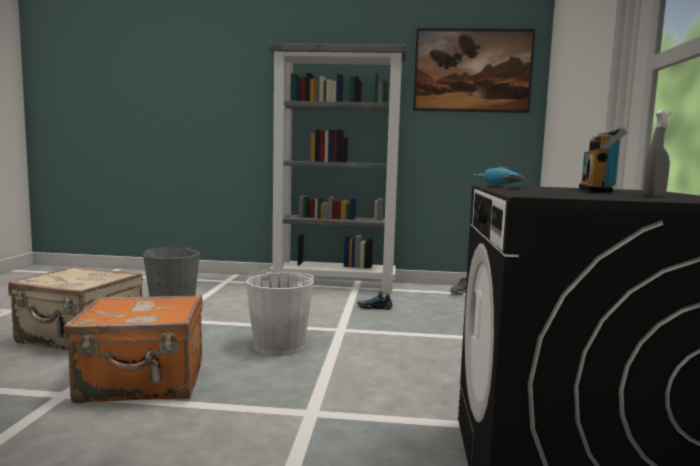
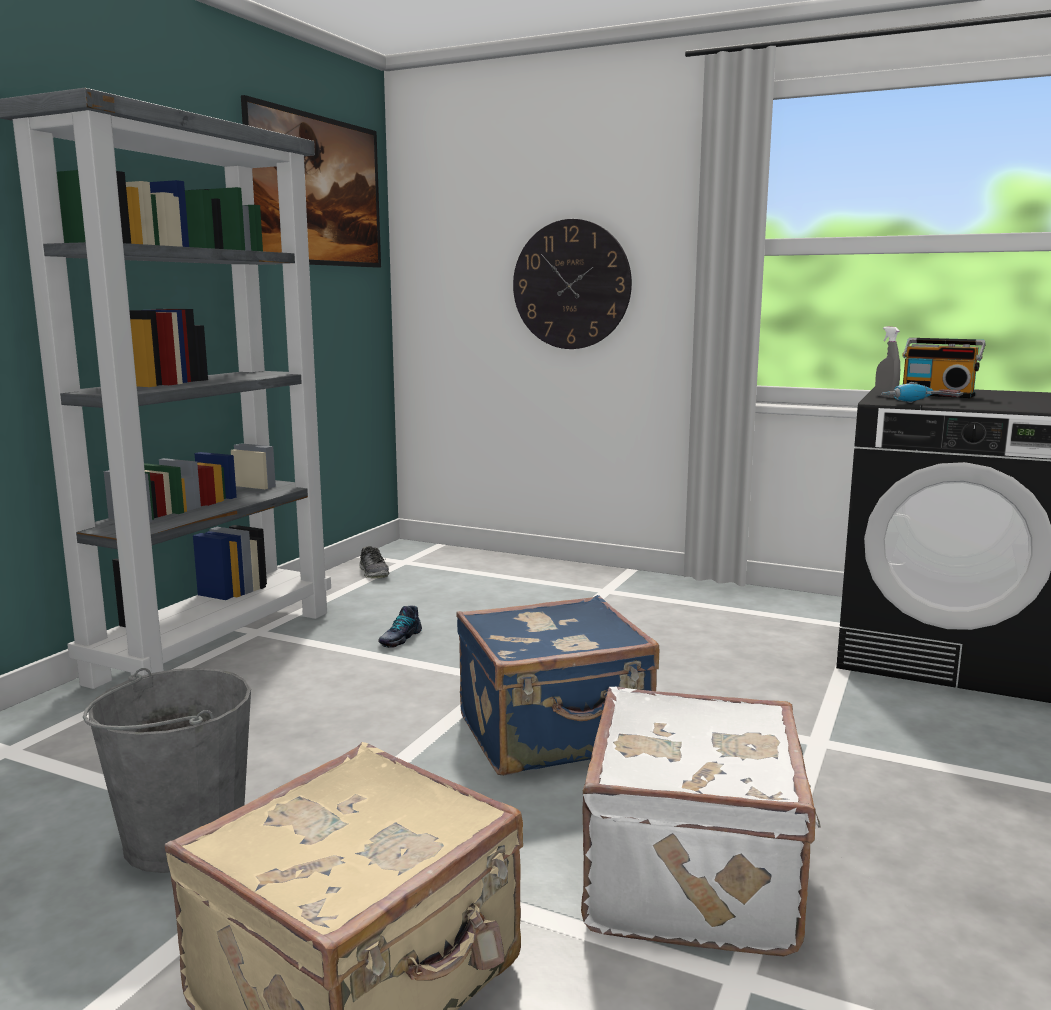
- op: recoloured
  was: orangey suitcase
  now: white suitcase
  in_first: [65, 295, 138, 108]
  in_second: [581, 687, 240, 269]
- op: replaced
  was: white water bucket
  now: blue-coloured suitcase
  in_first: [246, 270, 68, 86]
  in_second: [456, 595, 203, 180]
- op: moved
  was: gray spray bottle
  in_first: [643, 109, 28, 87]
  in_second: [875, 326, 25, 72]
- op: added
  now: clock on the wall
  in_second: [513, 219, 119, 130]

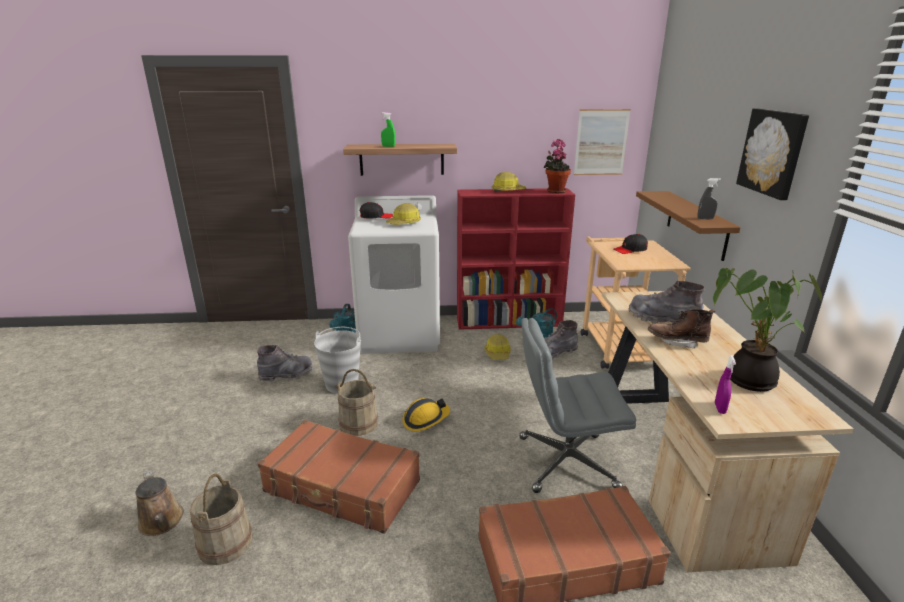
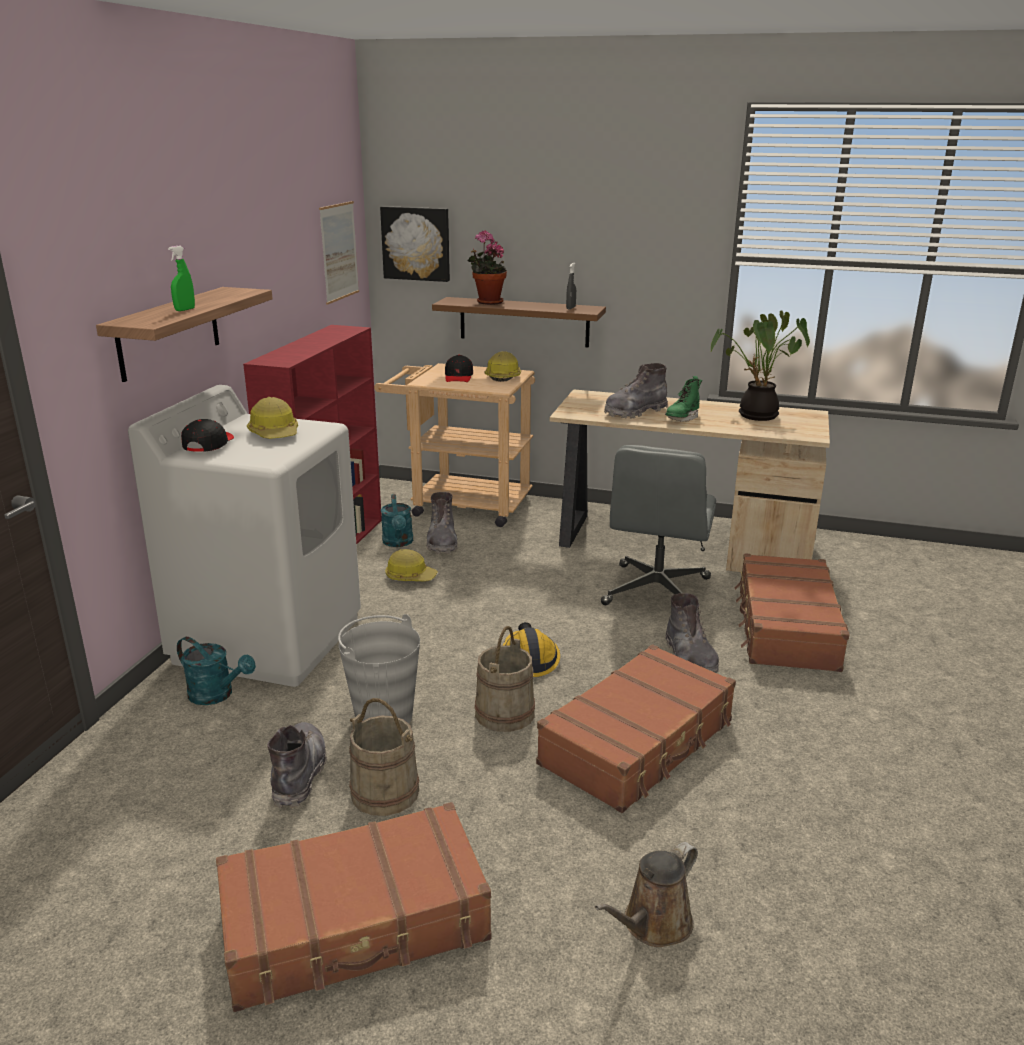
- op: turned
  was: brown-coloured watering pot
  in_first: [136, 470, 48, 66]
  in_second: [595, 842, 103, 105]
  clockwise: 150
- op: moved
  was: beige water bucket
  in_first: [190, 474, 62, 91]
  in_second: [349, 698, 70, 118]
- op: moved
  was: work helmet
  in_first: [492, 172, 34, 20]
  in_second: [485, 351, 36, 31]
- op: moved
  was: plant in a pot
  in_first: [544, 139, 27, 54]
  in_second: [467, 230, 40, 75]
- op: recoloured
  was: brown-coloured boot
  now: green-coloured boot
  in_first: [648, 309, 67, 40]
  in_second: [665, 376, 37, 46]
- op: removed
  was: purplish spray bottle
  in_first: [715, 355, 21, 59]
- op: moved
  was: picture
  in_first: [736, 109, 73, 91]
  in_second: [380, 206, 70, 76]
- op: added
  now: brown-coloured suitcase
  in_second: [216, 802, 275, 210]
- op: added
  now: gray boot
  in_second: [666, 593, 53, 80]

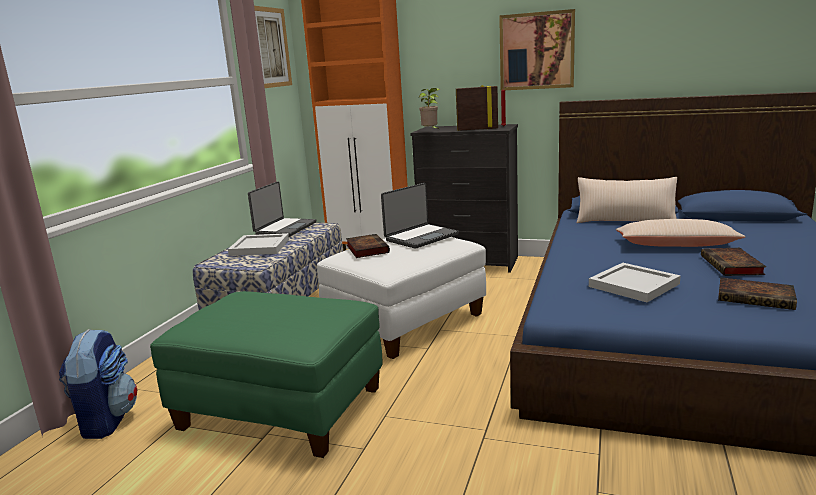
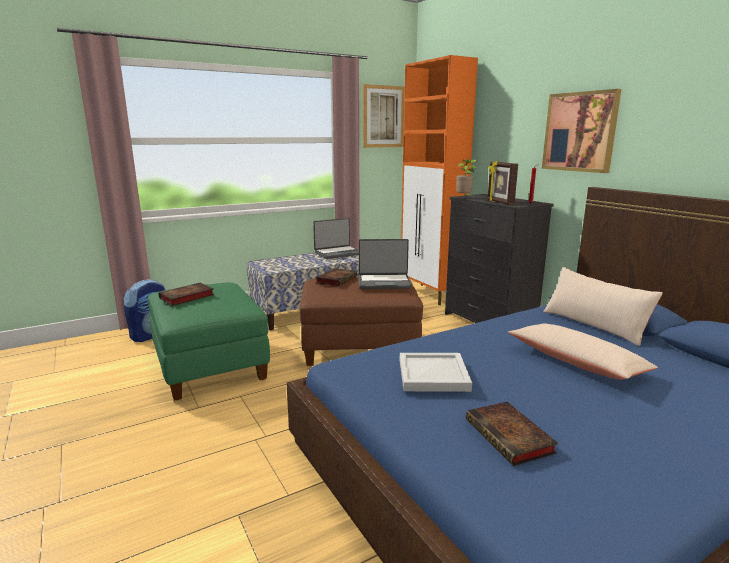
- op: removed
  was: white serving tray
  in_first: [228, 233, 61, 23]
- op: recoloured
  was: white ottoman
  now: brown-coloured ottoman
  in_first: [317, 237, 169, 122]
  in_second: [299, 277, 124, 89]
- op: turned
  was: standing frame
  in_first: [456, 85, 42, 46]
  in_second: [487, 161, 31, 44]
  clockwise: -150
- op: moved
  was: book
  in_first: [701, 248, 65, 28]
  in_second: [159, 282, 55, 24]

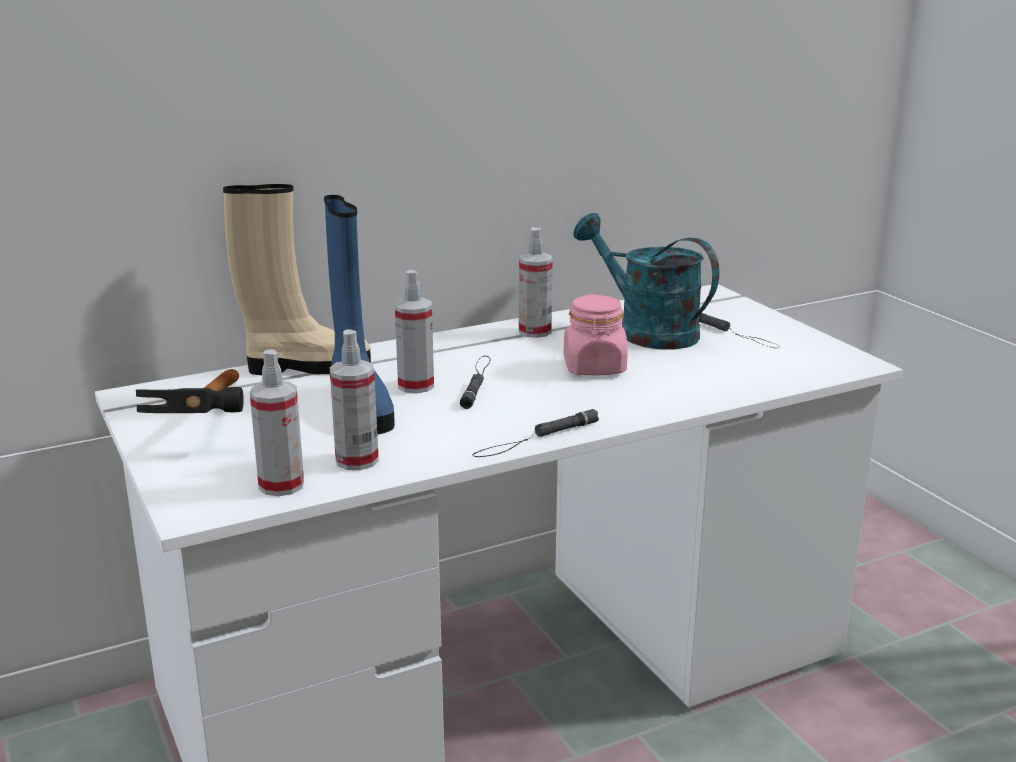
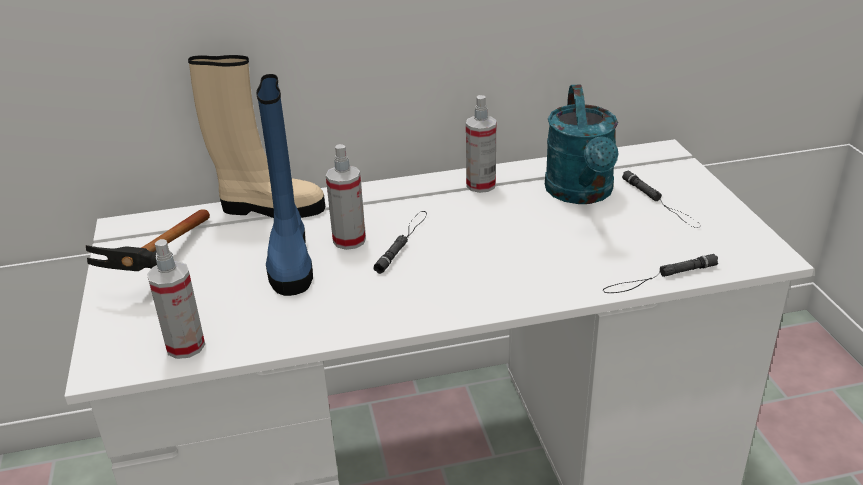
- op: removed
  was: spray bottle
  in_first: [330, 329, 49, 141]
- op: moved
  was: blackish torch
  in_first: [473, 409, 126, 48]
  in_second: [603, 254, 115, 39]
- op: removed
  was: pinkish storage jar
  in_first: [564, 294, 64, 81]
- op: turned
  was: turquoise-coloured watering pot
  in_first: [573, 213, 146, 136]
  in_second: [545, 84, 74, 120]
  clockwise: -150

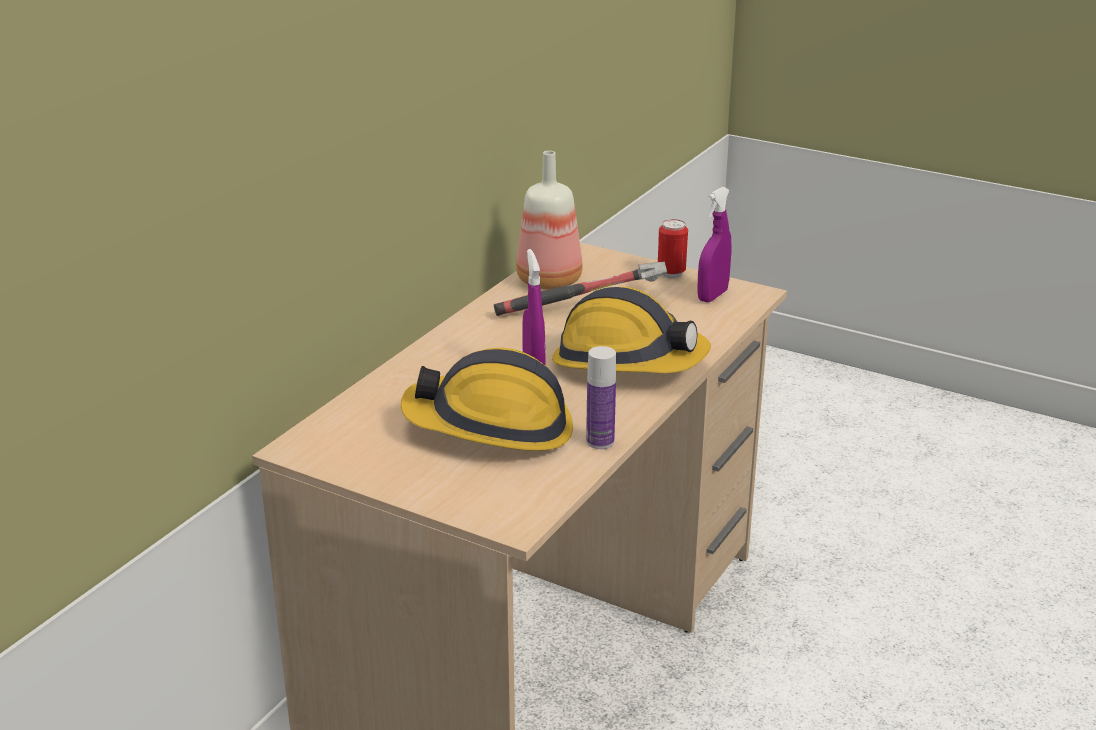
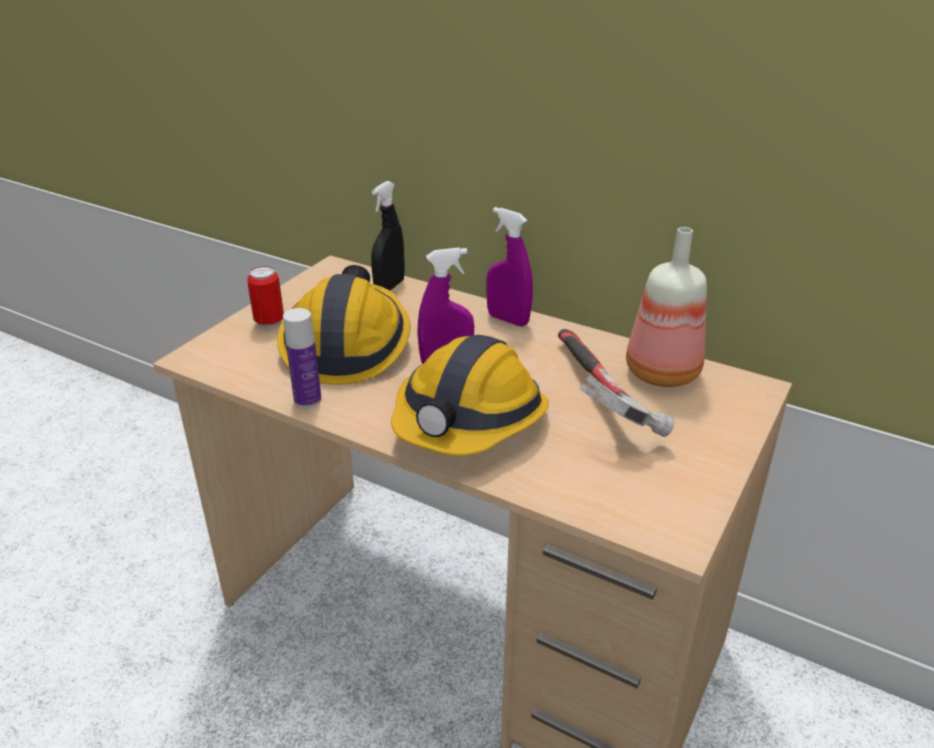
- op: moved
  was: can
  in_first: [658, 219, 30, 60]
  in_second: [247, 266, 37, 63]
- op: moved
  was: purplish spray bottle
  in_first: [697, 187, 35, 115]
  in_second: [486, 207, 47, 120]
- op: added
  now: blackish spray bottle
  in_second: [371, 181, 34, 110]

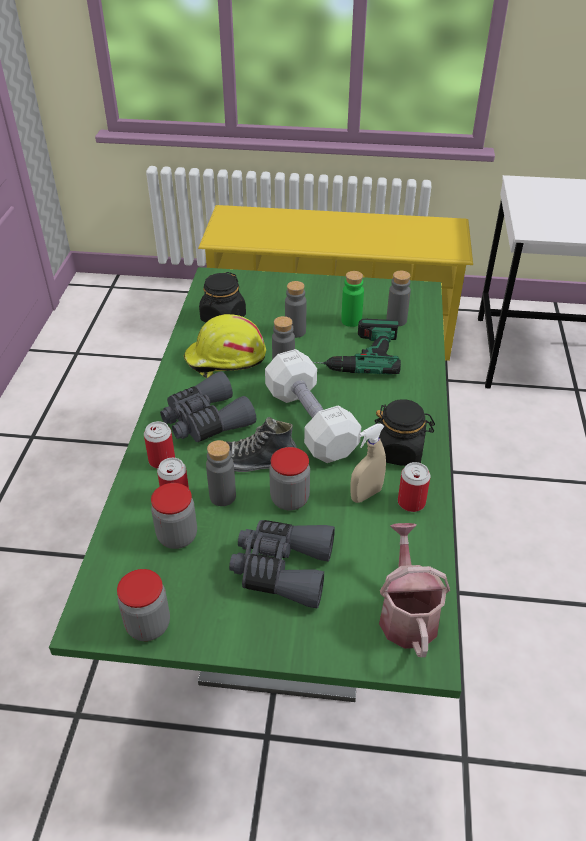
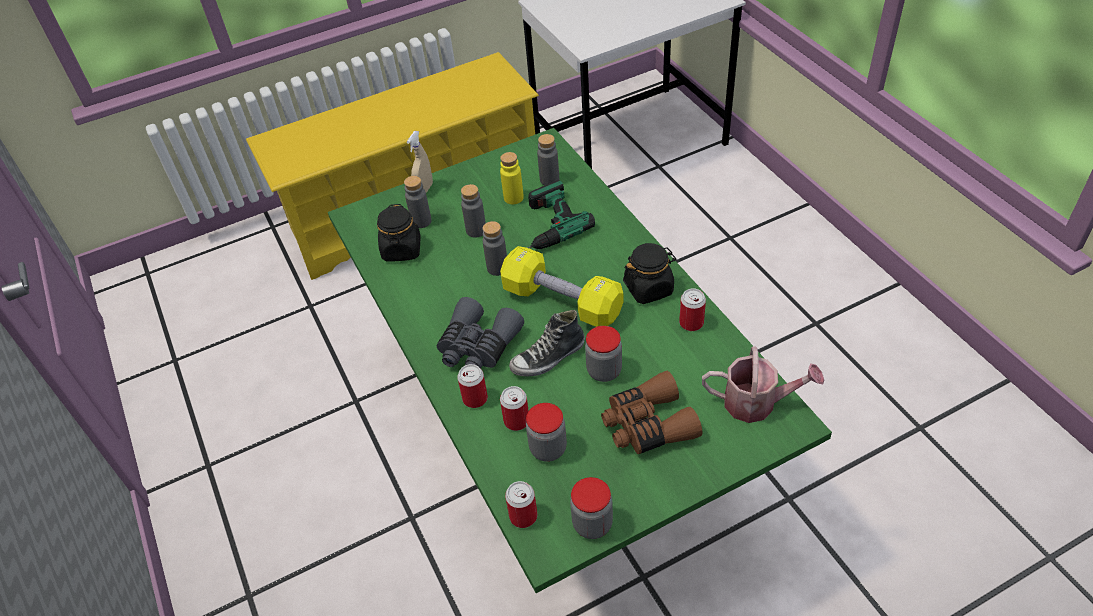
- op: removed
  was: yellowish work helmet
  in_first: [184, 314, 82, 64]
- op: moved
  was: gray drink bottle
  in_first: [206, 440, 30, 66]
  in_second: [404, 176, 28, 52]
- op: recoloured
  was: gray pair of binoculars
  now: brown-coloured pair of binoculars
  in_first: [229, 520, 106, 89]
  in_second: [601, 371, 101, 83]
- op: recoloured
  was: white hand weight
  now: yellowish hand weight
  in_first: [265, 349, 96, 114]
  in_second: [500, 246, 123, 81]
- op: recoloured
  was: green-coloured drink bottle
  now: yellowish drink bottle
  in_first: [341, 271, 23, 56]
  in_second: [500, 152, 24, 53]
- op: moved
  was: beige spray bottle
  in_first: [350, 423, 36, 80]
  in_second: [407, 131, 26, 62]
- op: turned
  was: watering pot
  in_first: [379, 523, 71, 134]
  in_second: [702, 346, 122, 77]
  clockwise: 135
- op: added
  now: can
  in_second: [505, 481, 32, 47]

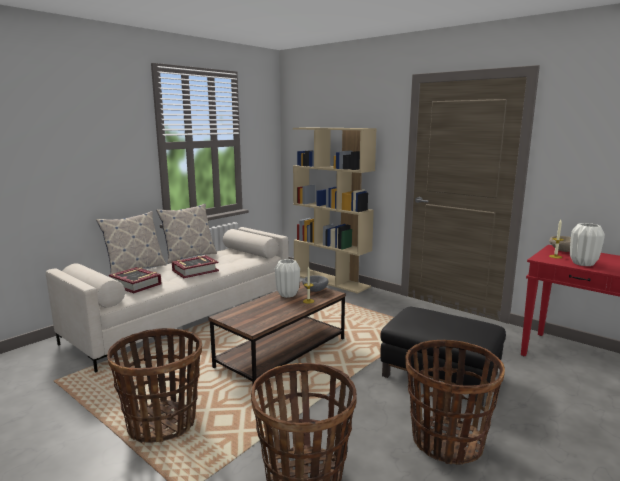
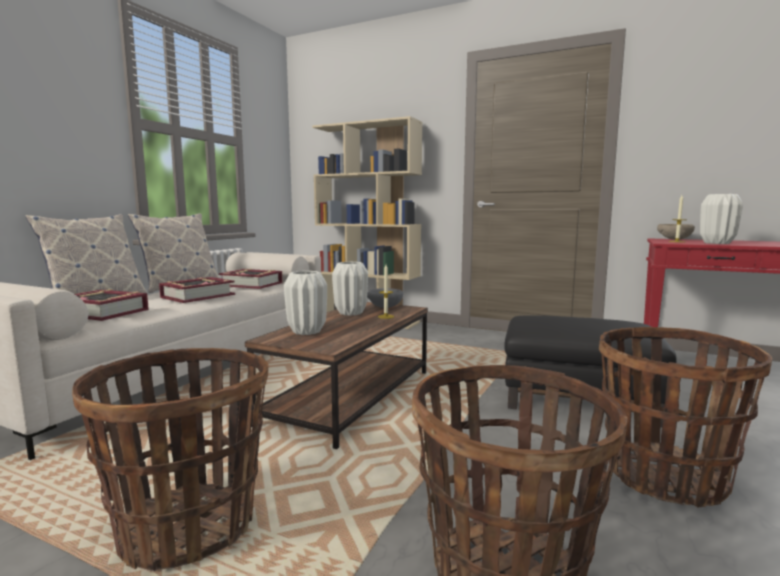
- op: added
  now: book
  in_second: [219, 269, 64, 20]
- op: added
  now: white flower vase
  in_second: [284, 271, 43, 64]

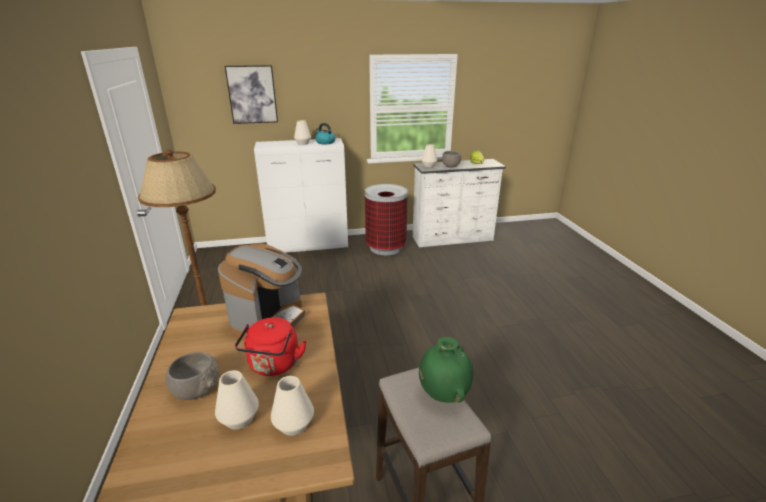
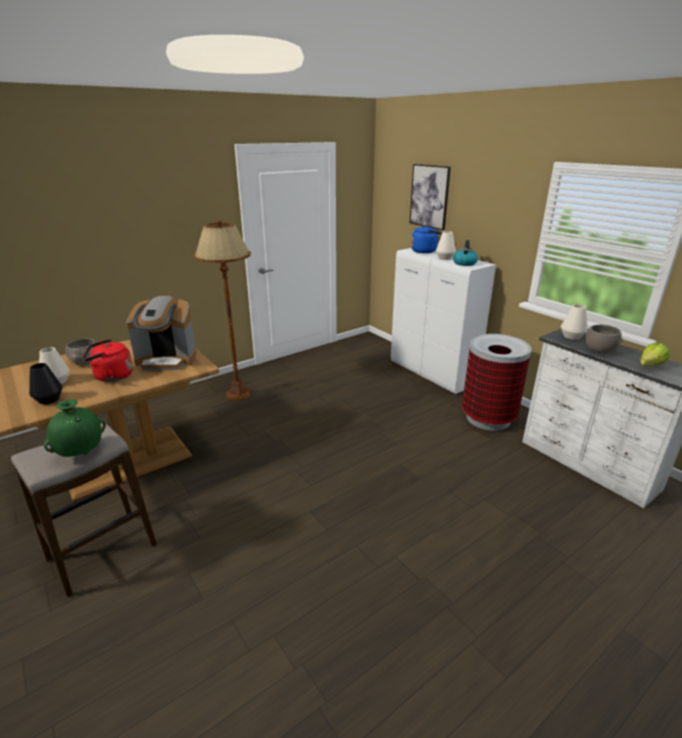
- op: recoloured
  was: white flower vase
  now: blackish flower vase
  in_first: [271, 376, 43, 60]
  in_second: [29, 363, 34, 41]
- op: added
  now: blue-coloured kettle
  in_second: [411, 225, 31, 28]

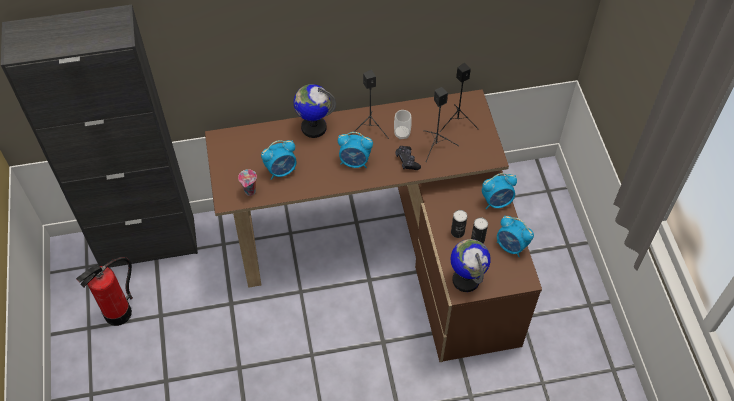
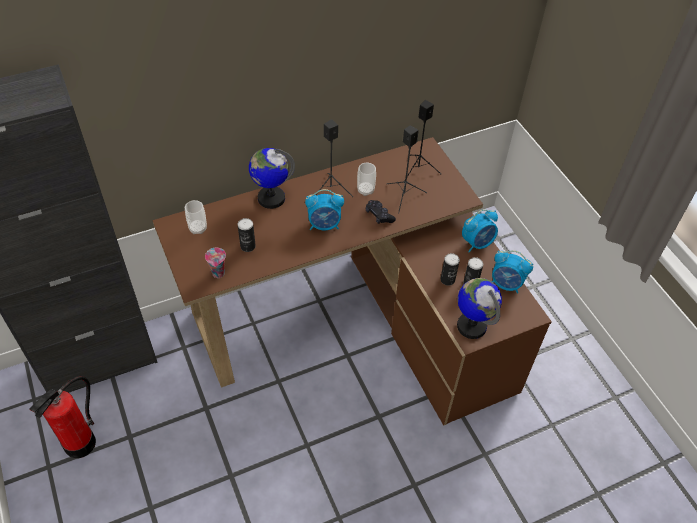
- op: replaced
  was: table clock
  now: can
  in_first: [261, 140, 36, 40]
  in_second: [238, 218, 18, 34]
- op: added
  now: small cup
  in_second: [185, 200, 22, 34]

